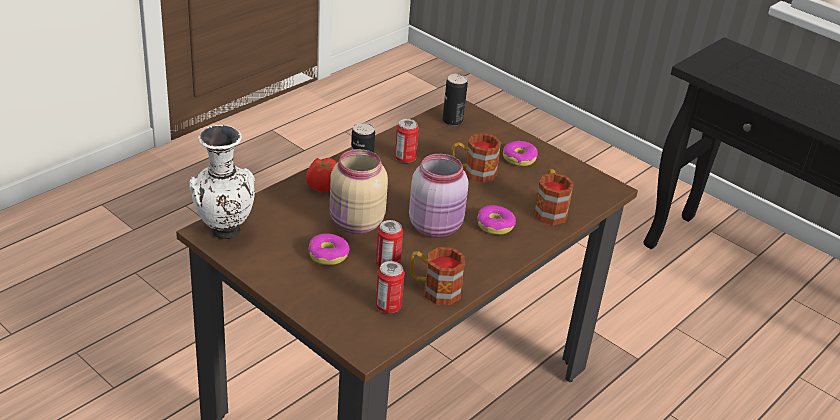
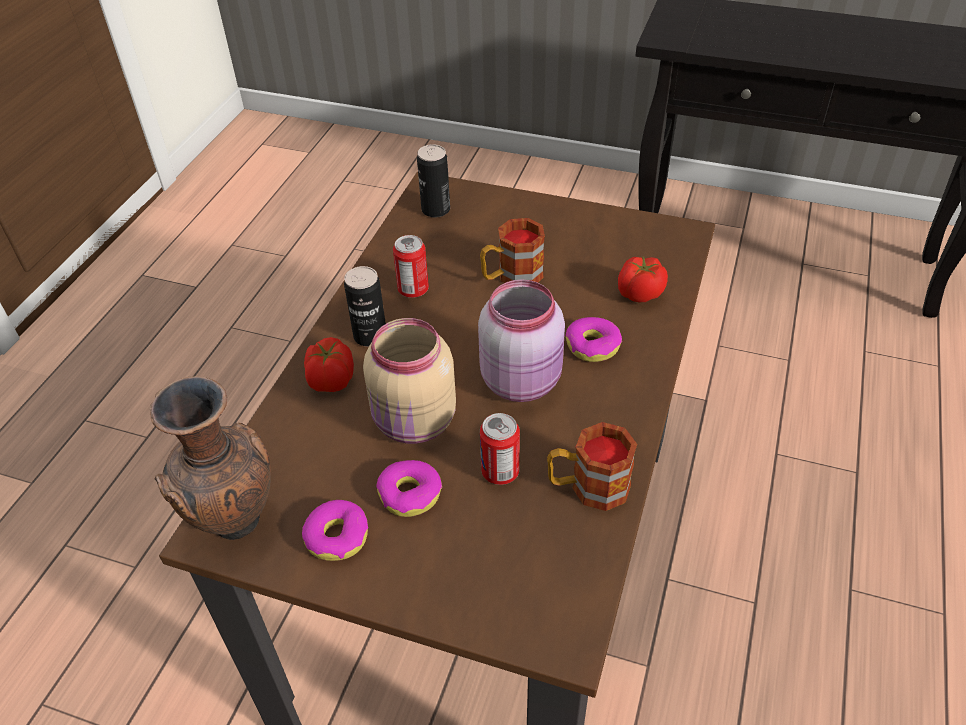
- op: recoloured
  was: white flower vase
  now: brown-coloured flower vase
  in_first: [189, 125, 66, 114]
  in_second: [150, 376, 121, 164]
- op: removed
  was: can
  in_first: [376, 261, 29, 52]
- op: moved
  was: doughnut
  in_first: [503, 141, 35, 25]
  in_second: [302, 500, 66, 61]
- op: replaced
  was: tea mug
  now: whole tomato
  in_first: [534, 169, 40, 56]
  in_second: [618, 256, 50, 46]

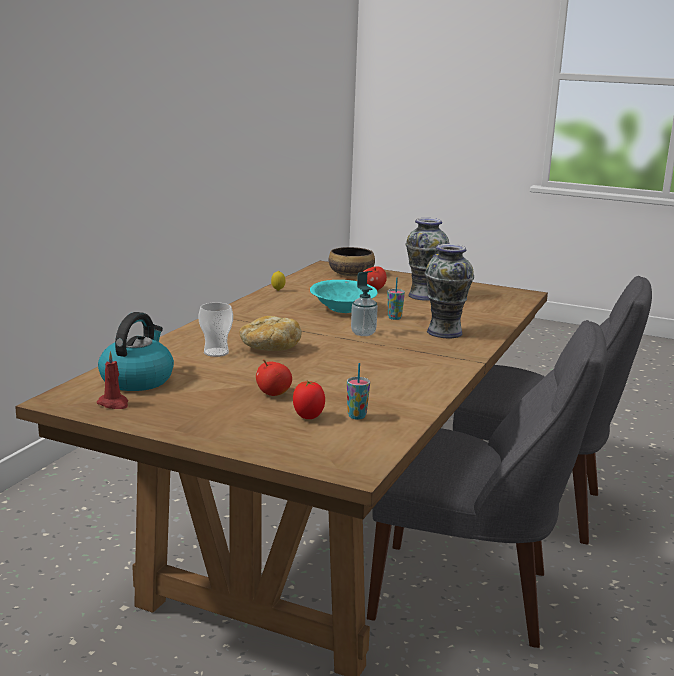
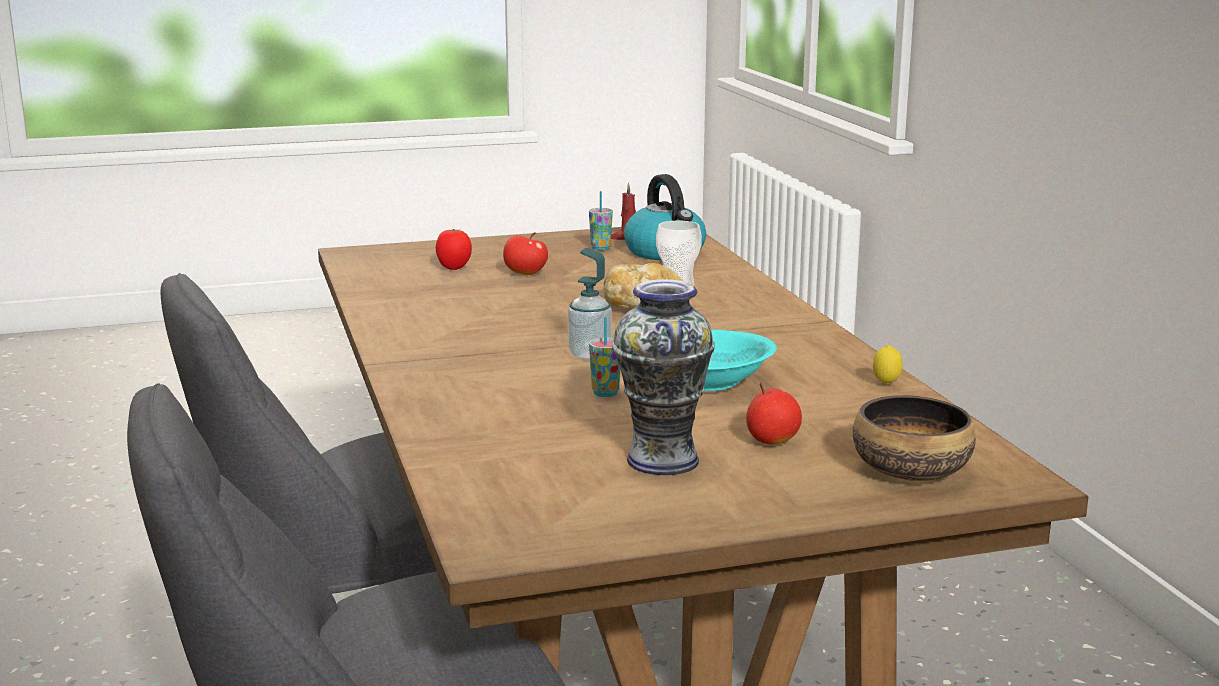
- op: moved
  was: small cup
  in_first: [347, 363, 23, 56]
  in_second: [589, 191, 24, 60]
- op: removed
  was: flower vase
  in_first: [425, 244, 49, 94]

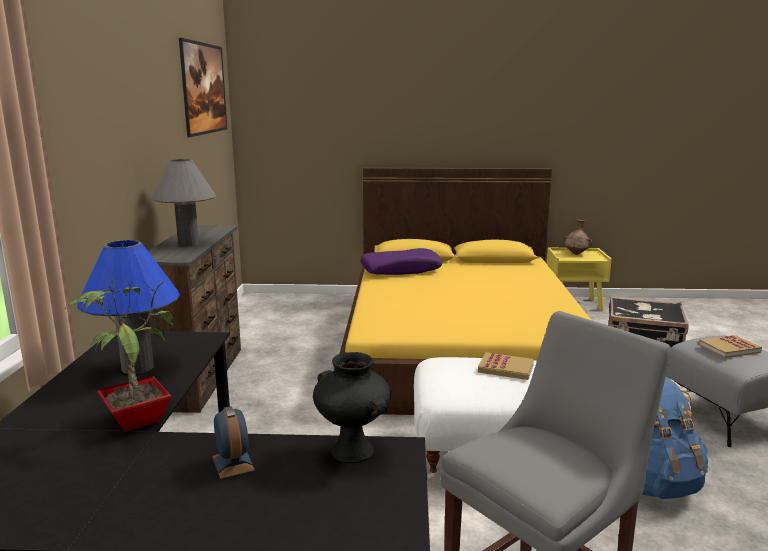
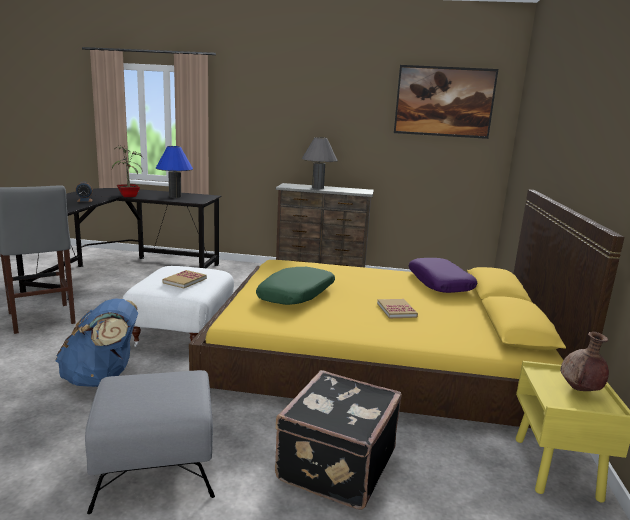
- op: removed
  was: blackish flower vase
  in_first: [313, 352, 78, 111]
- op: moved
  was: book
  in_first: [699, 335, 63, 23]
  in_second: [377, 299, 41, 19]
- op: added
  now: green-coloured pillow
  in_second: [256, 267, 79, 38]

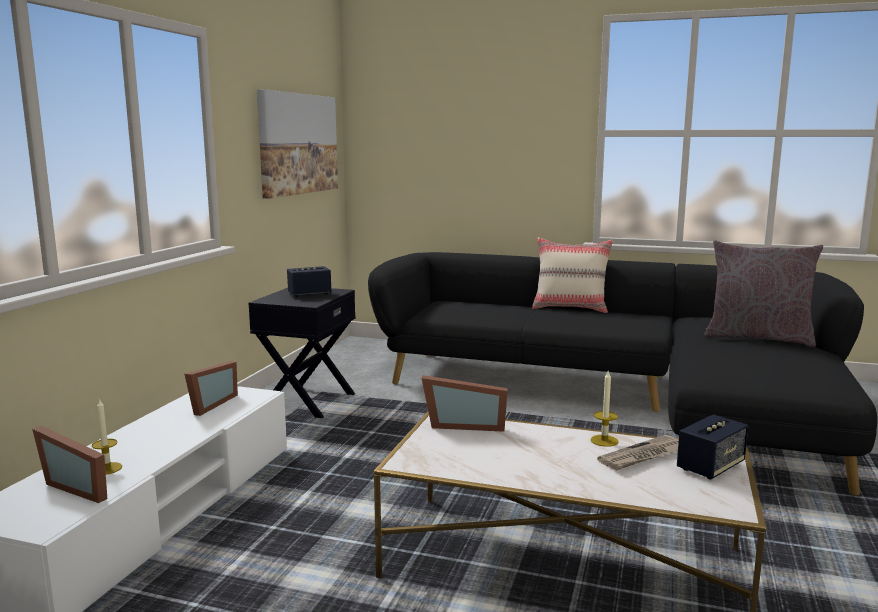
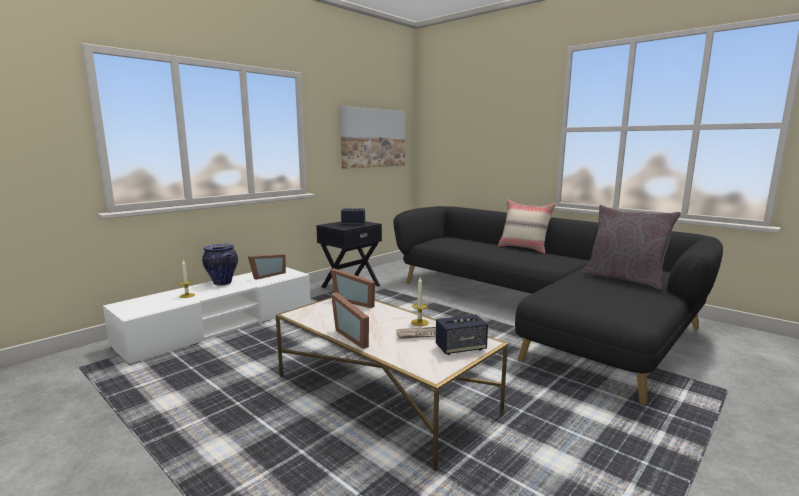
- op: moved
  was: standing frame
  in_first: [32, 425, 75, 78]
  in_second: [331, 292, 38, 57]
- op: added
  now: flower vase
  in_second: [202, 244, 36, 41]

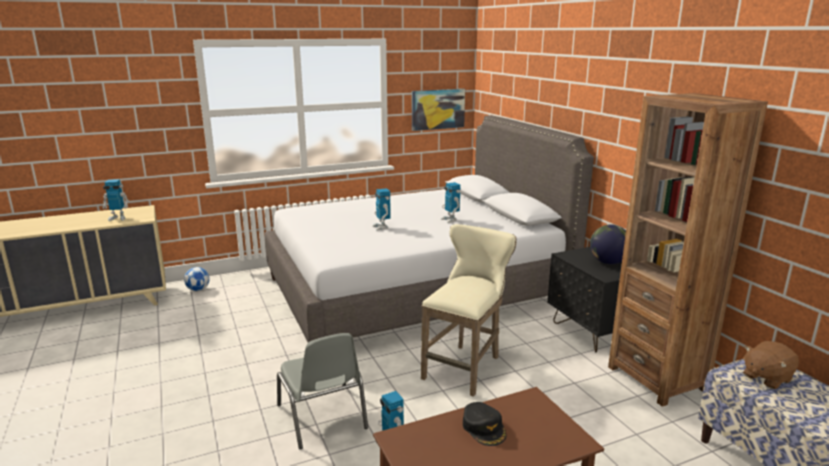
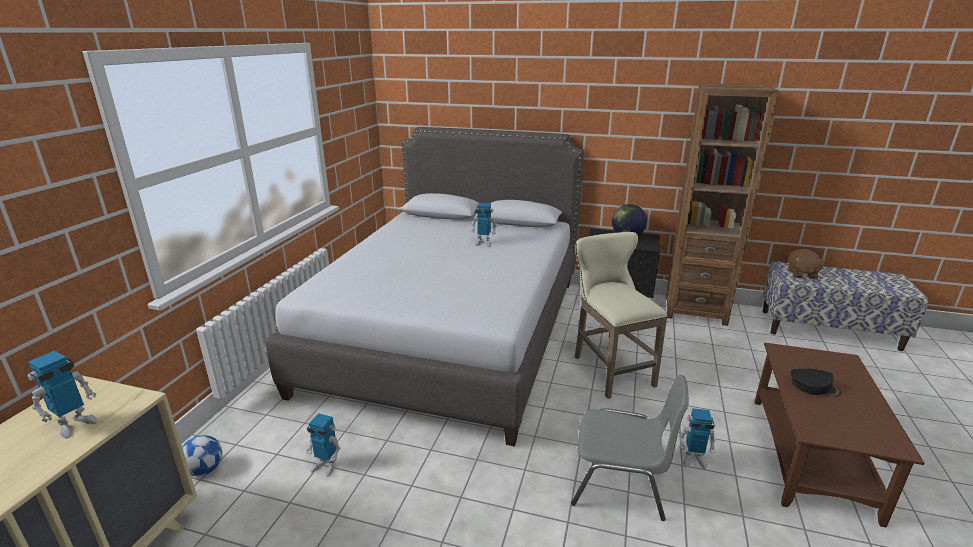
- op: moved
  was: model robot
  in_first: [372, 188, 19, 43]
  in_second: [306, 414, 35, 63]
- op: removed
  was: picture
  in_first: [412, 89, 53, 42]

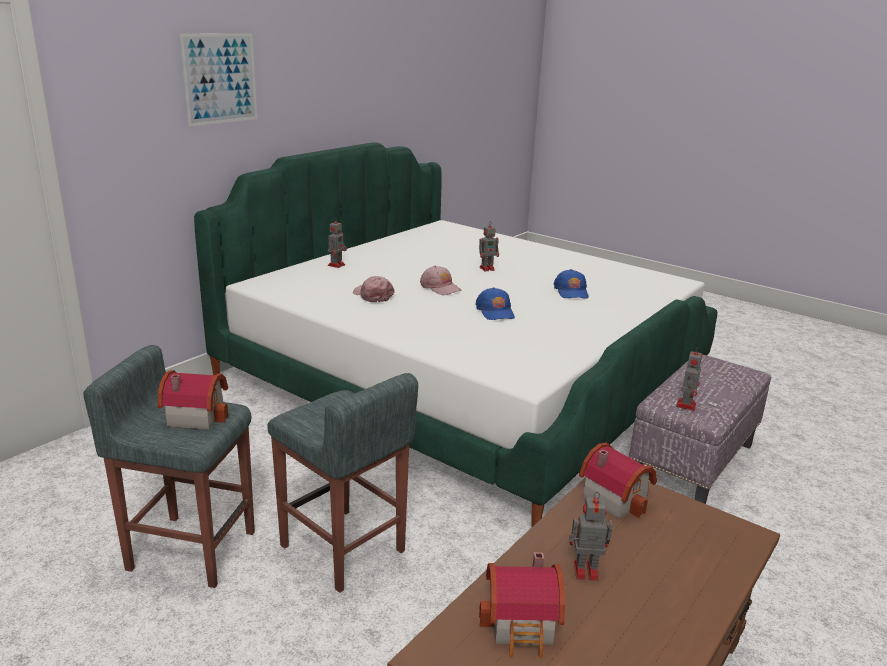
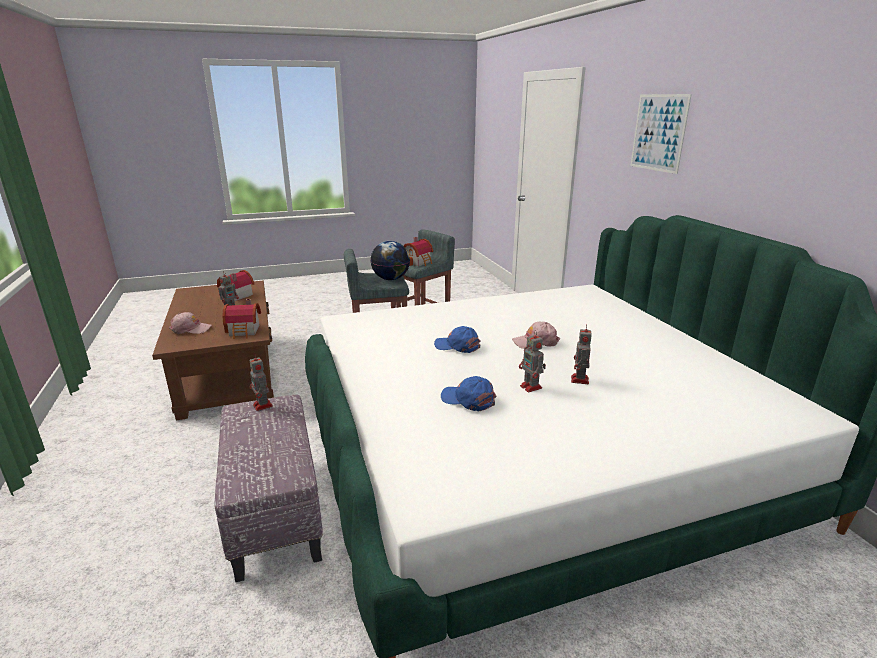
- op: moved
  was: model robot
  in_first: [328, 217, 19, 51]
  in_second: [519, 330, 27, 62]
- op: moved
  was: pinkish cap
  in_first: [353, 276, 42, 26]
  in_second: [169, 312, 43, 22]
- op: added
  now: globe
  in_second: [370, 241, 40, 39]

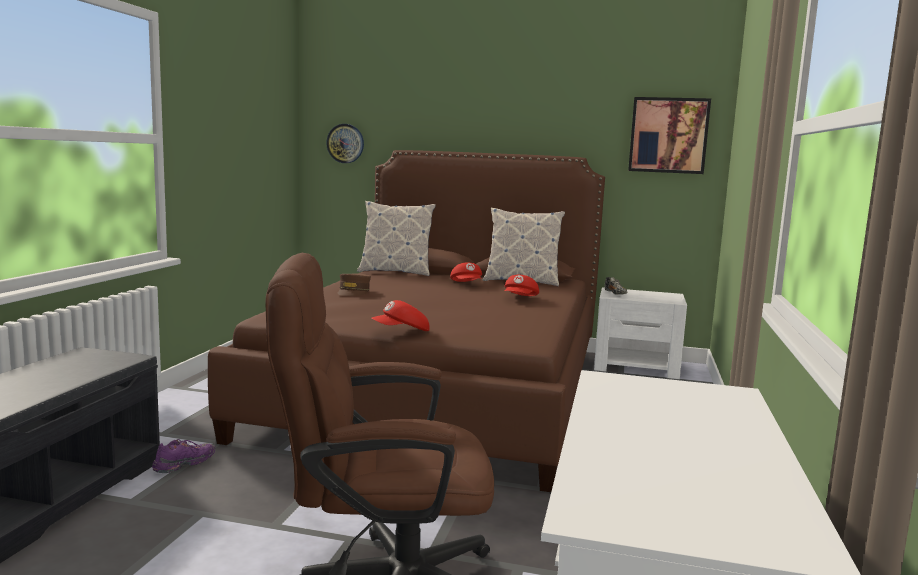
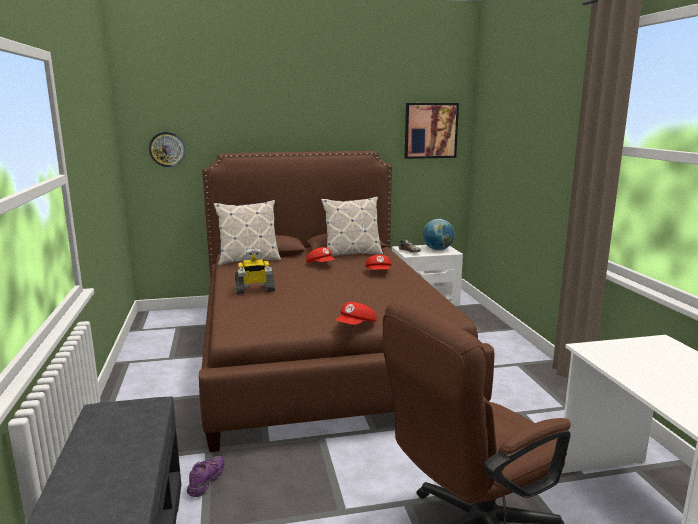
- op: replaced
  was: brown-coloured cap
  now: model robot
  in_first: [337, 274, 34, 22]
  in_second: [235, 248, 40, 46]
- op: added
  now: globe
  in_second: [423, 219, 32, 31]

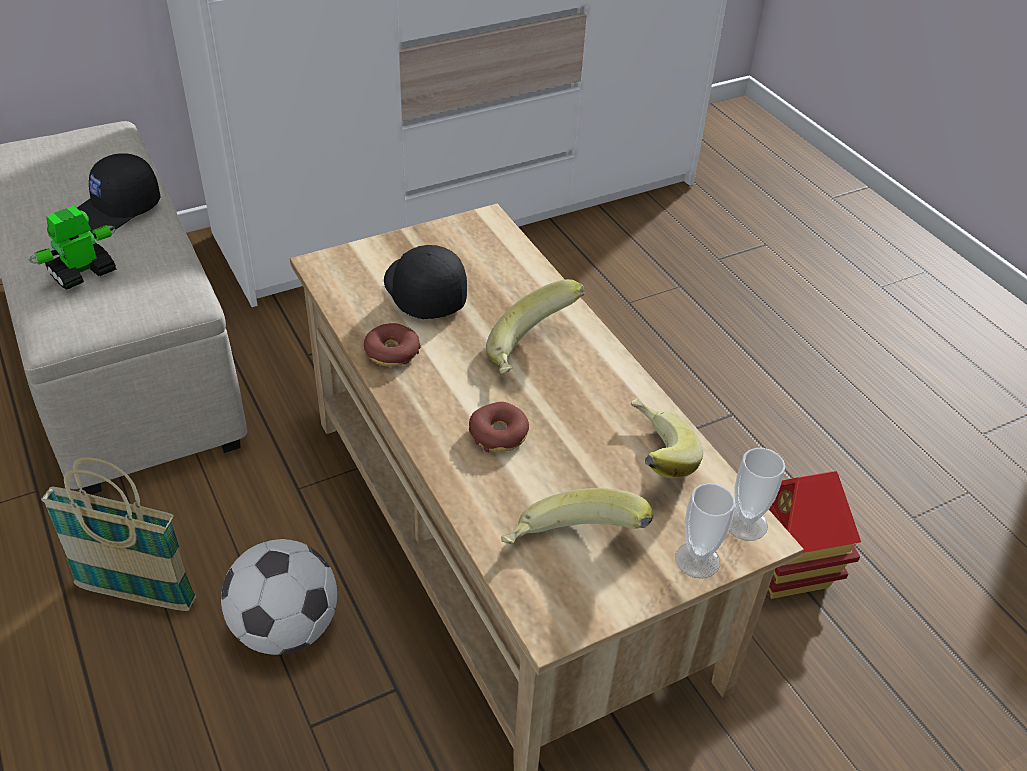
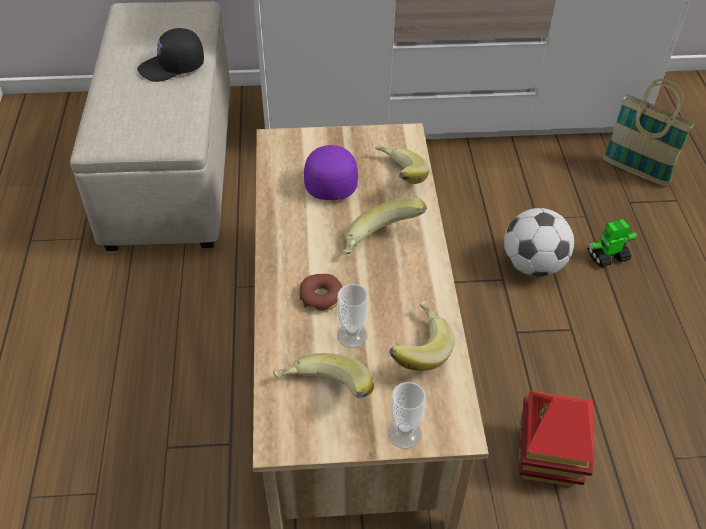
- op: moved
  was: model robot
  in_first: [28, 206, 88, 83]
  in_second: [587, 219, 51, 48]
- op: moved
  was: storage basket
  in_first: [41, 457, 155, 154]
  in_second: [603, 79, 92, 107]
- op: moved
  was: football
  in_first: [221, 539, 116, 116]
  in_second: [504, 208, 70, 69]
- op: removed
  was: doughnut
  in_first: [364, 323, 57, 44]
- op: recoloured
  was: blackish cap
  now: purplish cap
  in_first: [384, 245, 83, 74]
  in_second: [304, 145, 54, 55]
- op: moved
  was: small cup
  in_first: [729, 448, 56, 93]
  in_second: [337, 284, 31, 64]
- op: added
  now: banana
  in_second: [375, 144, 54, 40]

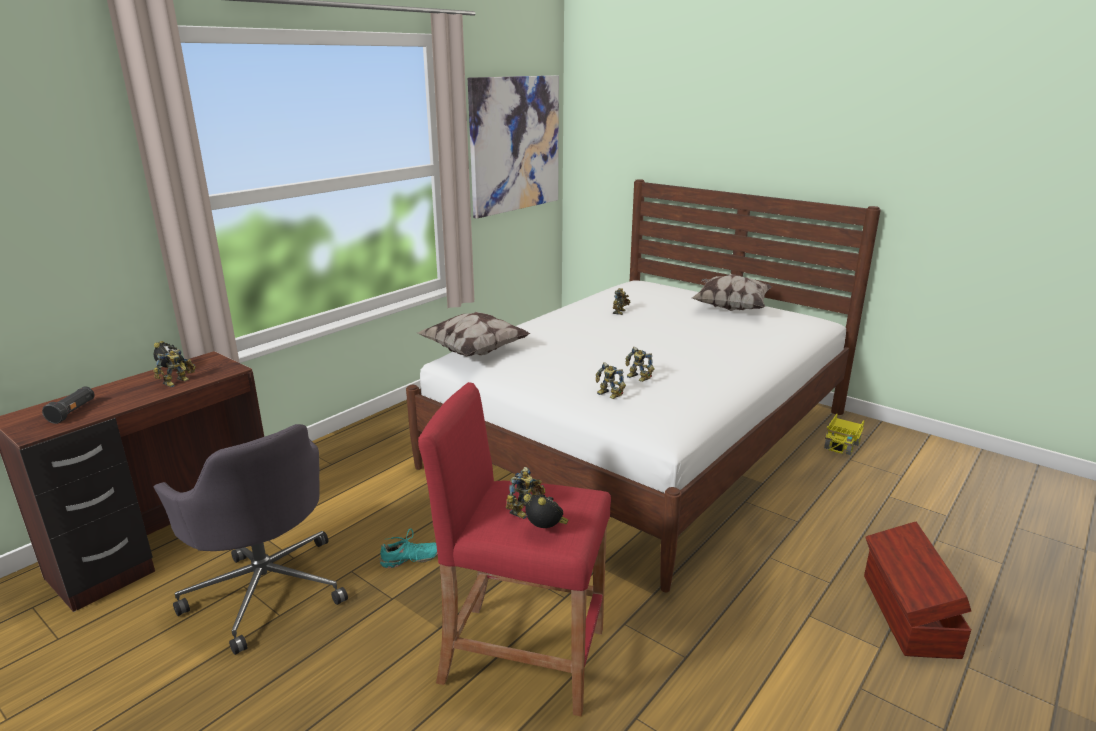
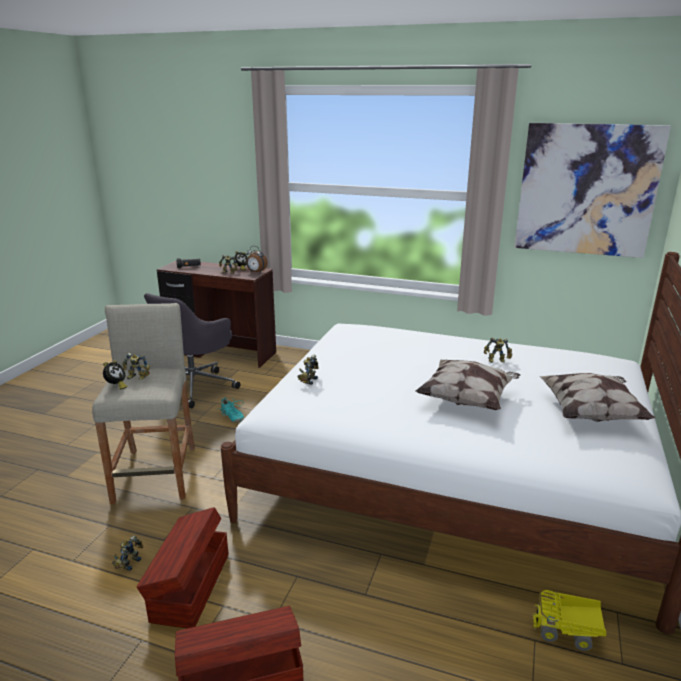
- op: moved
  was: pillow
  in_first: [418, 312, 113, 44]
  in_second: [415, 359, 105, 51]
- op: recoloured
  was: red-coloured stool seat
  now: beige stool seat
  in_first: [418, 382, 193, 334]
  in_second: [92, 303, 103, 201]
- op: moved
  was: model robot
  in_first: [626, 347, 29, 35]
  in_second: [112, 535, 31, 36]
- op: added
  now: brown-coloured storage box
  in_second: [136, 507, 93, 121]
- op: added
  now: table clock
  in_second: [246, 246, 21, 27]

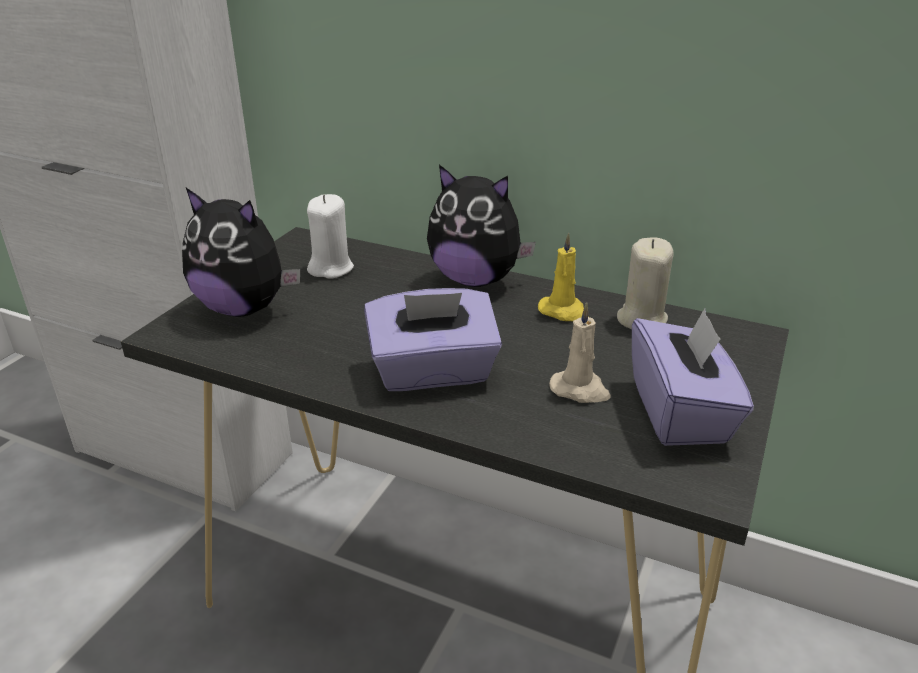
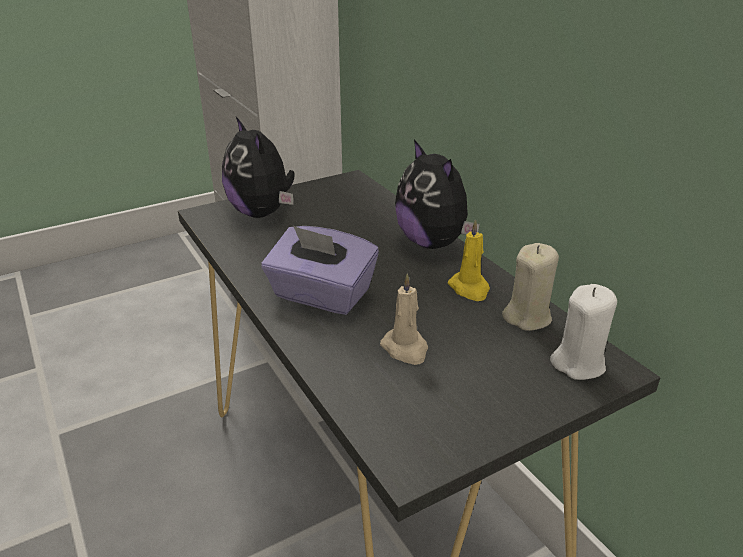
- op: moved
  was: white wax light
  in_first: [307, 194, 47, 85]
  in_second: [550, 284, 67, 96]
- op: removed
  was: purplish box of tissues
  in_first: [632, 308, 122, 138]

